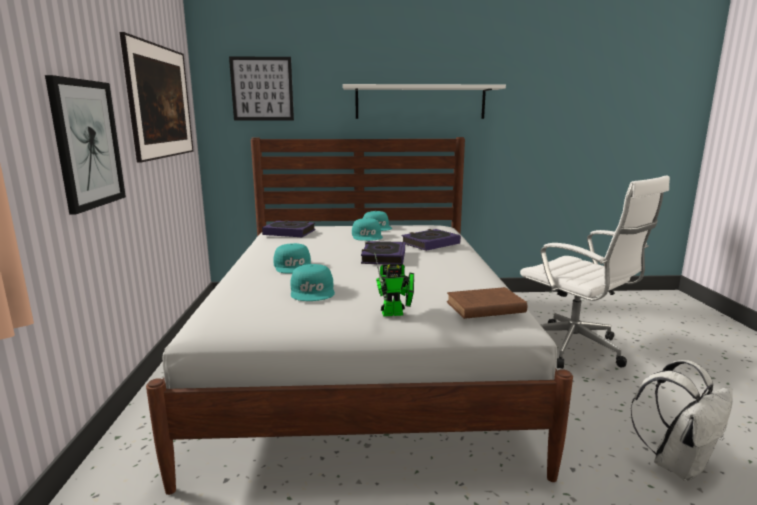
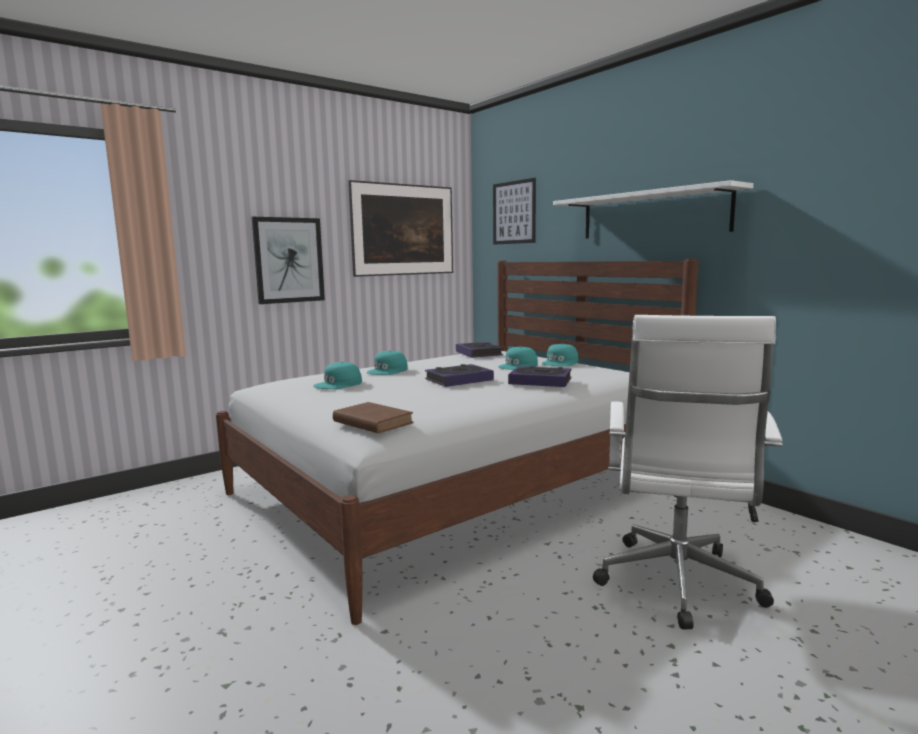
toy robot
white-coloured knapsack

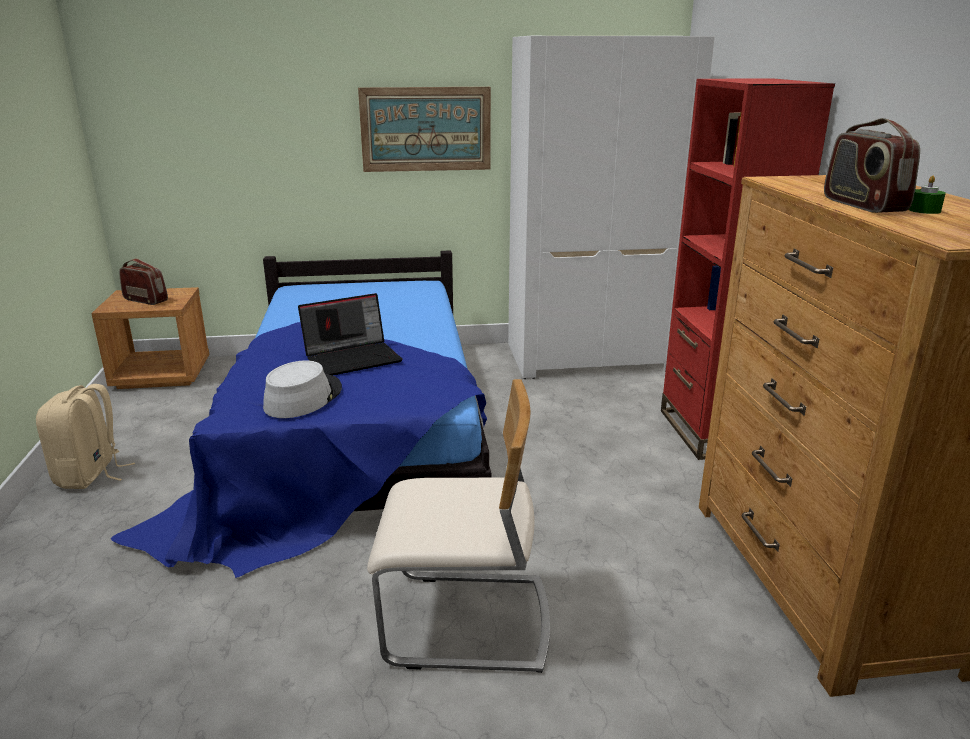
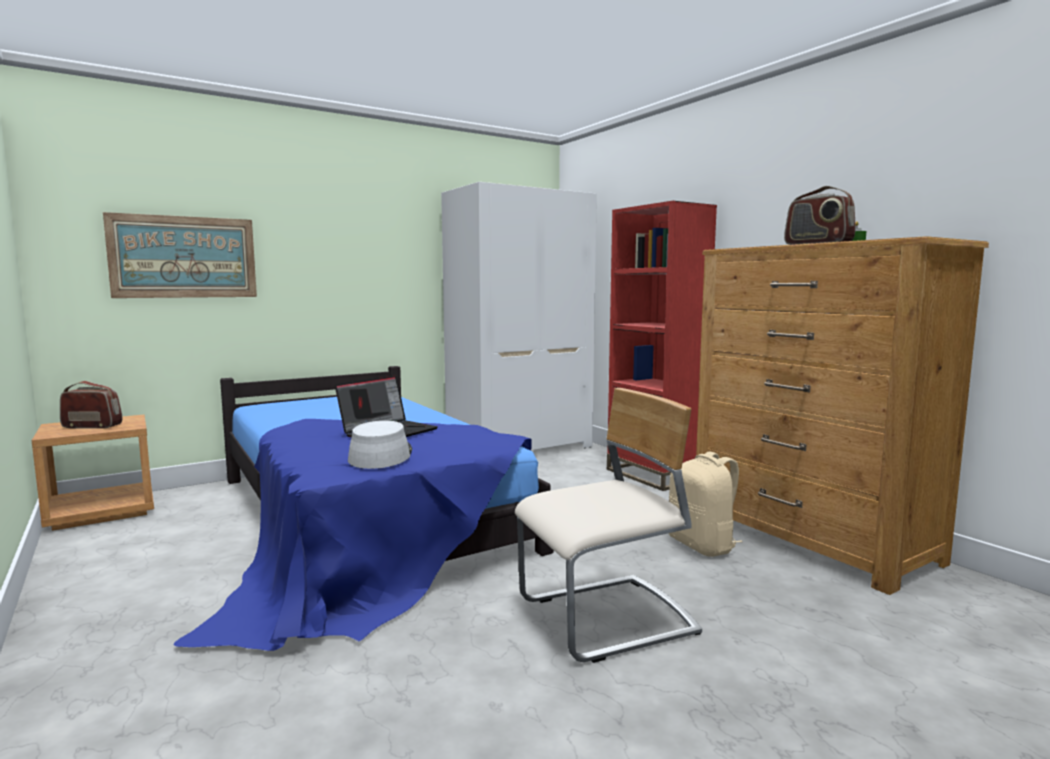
picture
beige-coloured knapsack

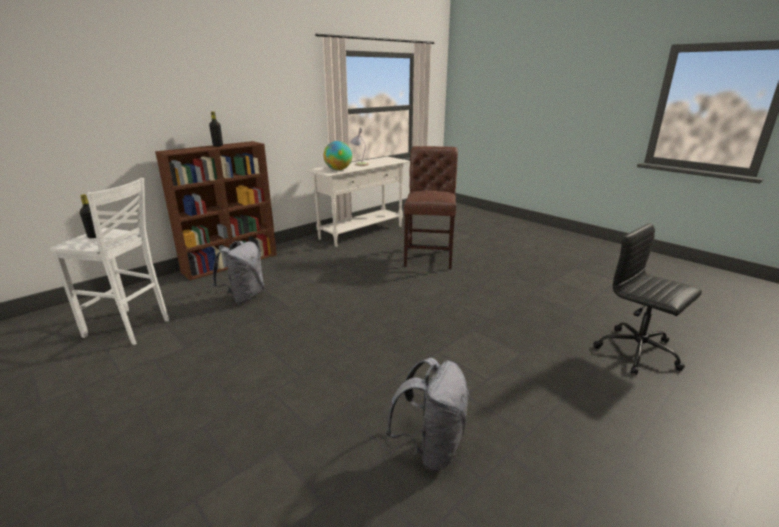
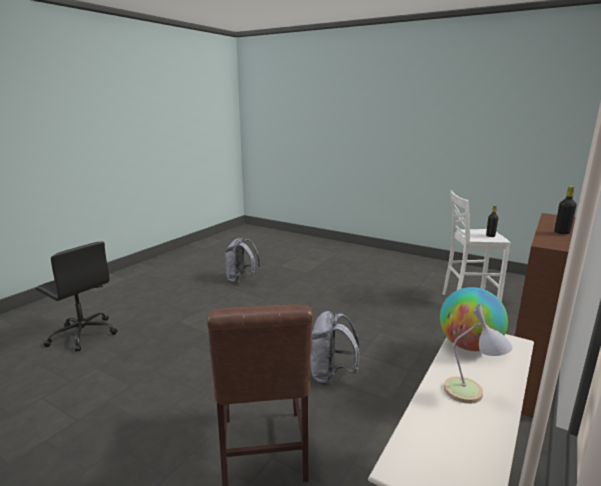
gray knapsack (no. 2 from left)

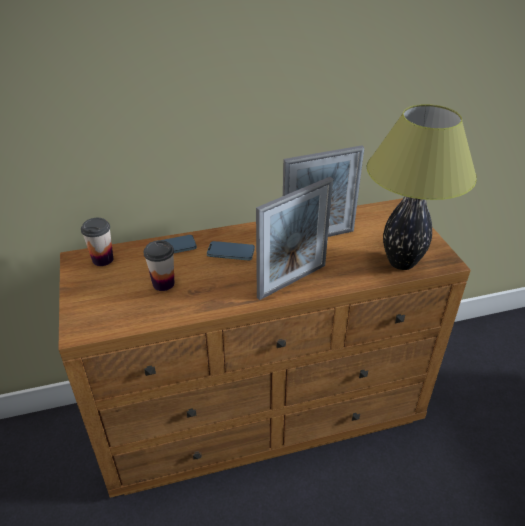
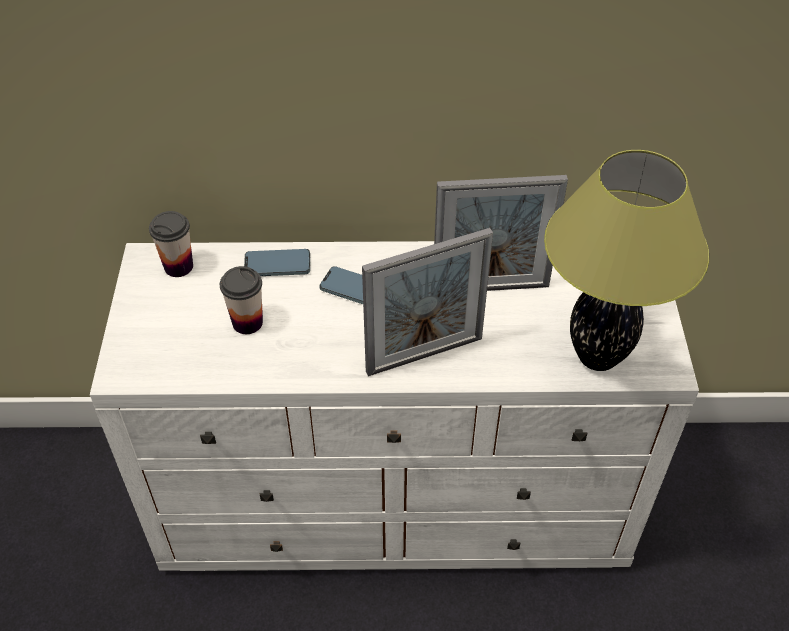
white-coloured chest of drawers

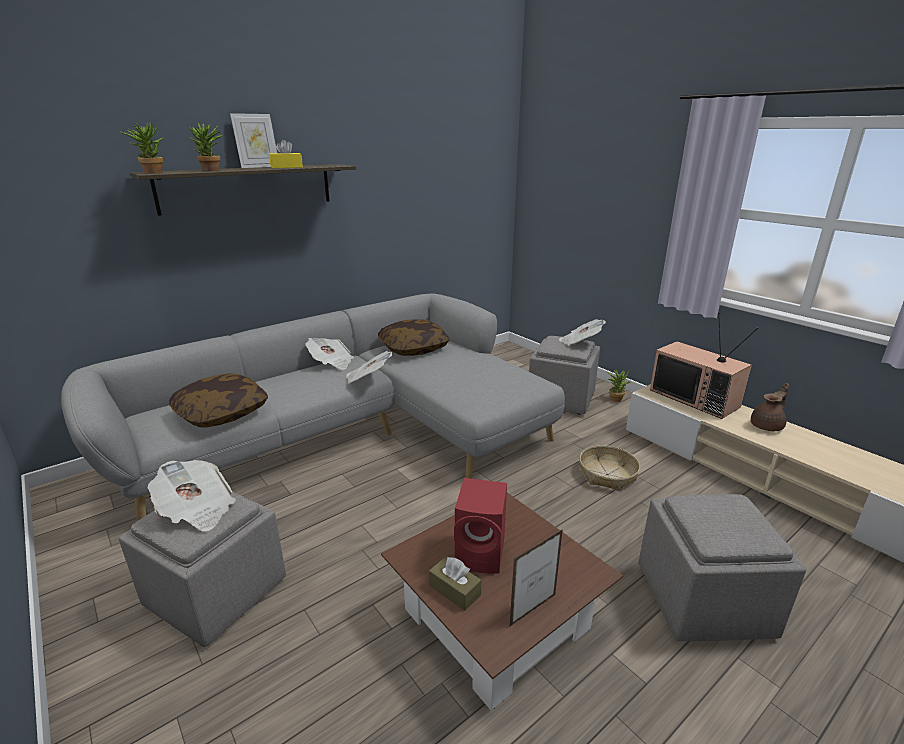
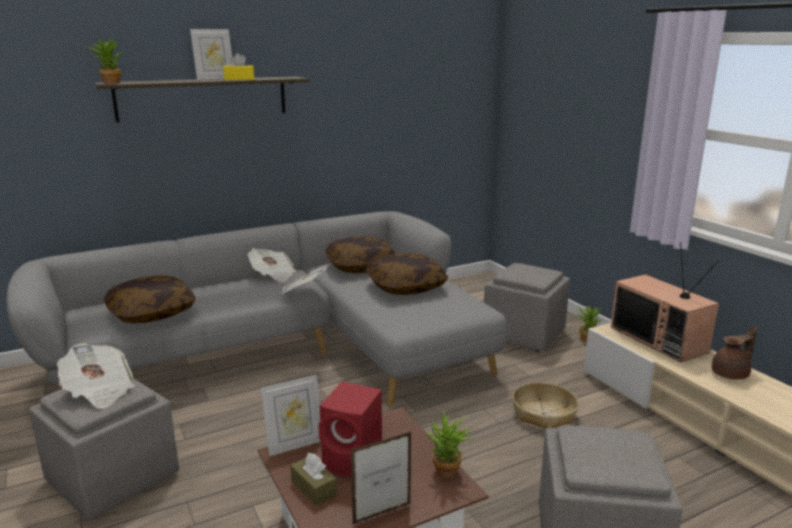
houseplant (no. 2 from left)
newspaper (no. 4 from left in the first image)
throw pillow (no. 3 from left)
photo frame (no. 2 from left)

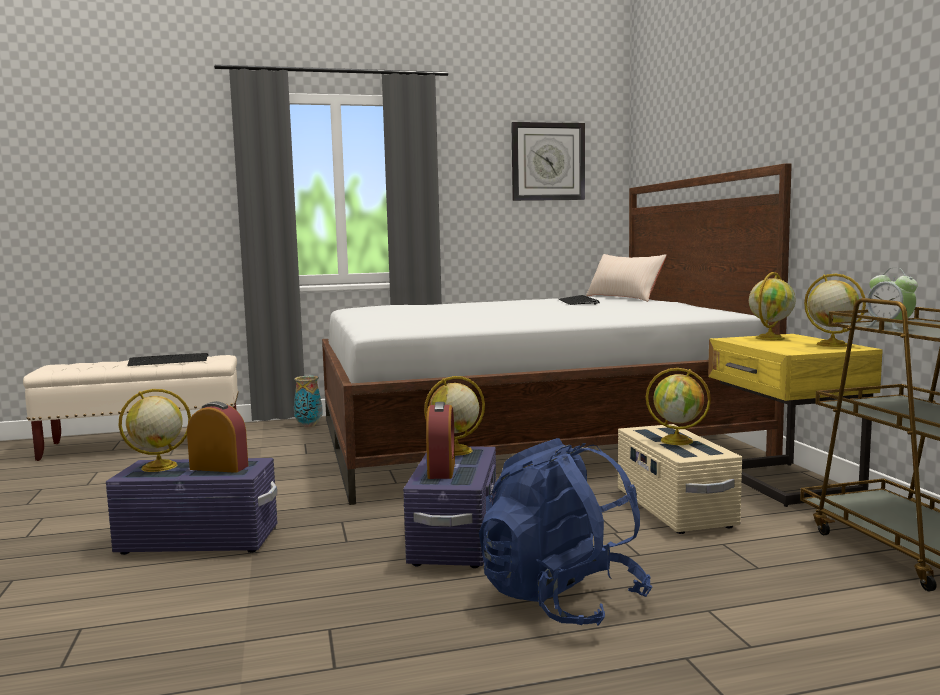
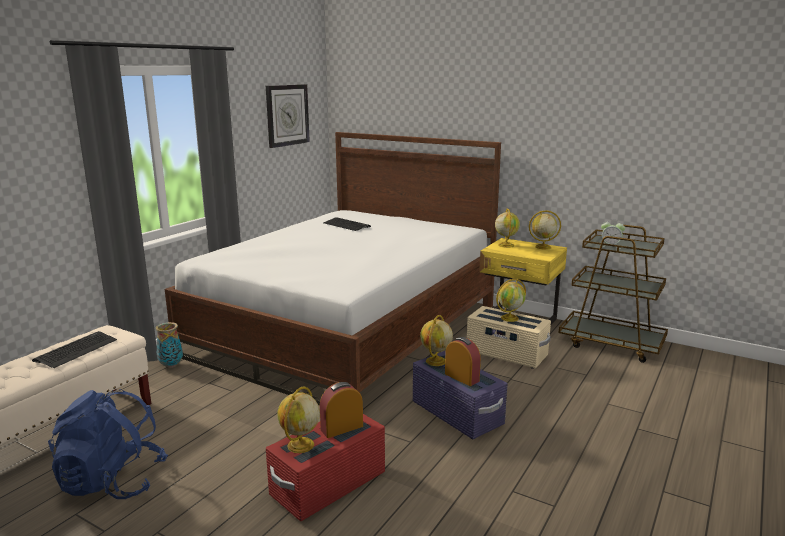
beige-coloured throw pillow
blue-coloured knapsack
red-coloured storage bin

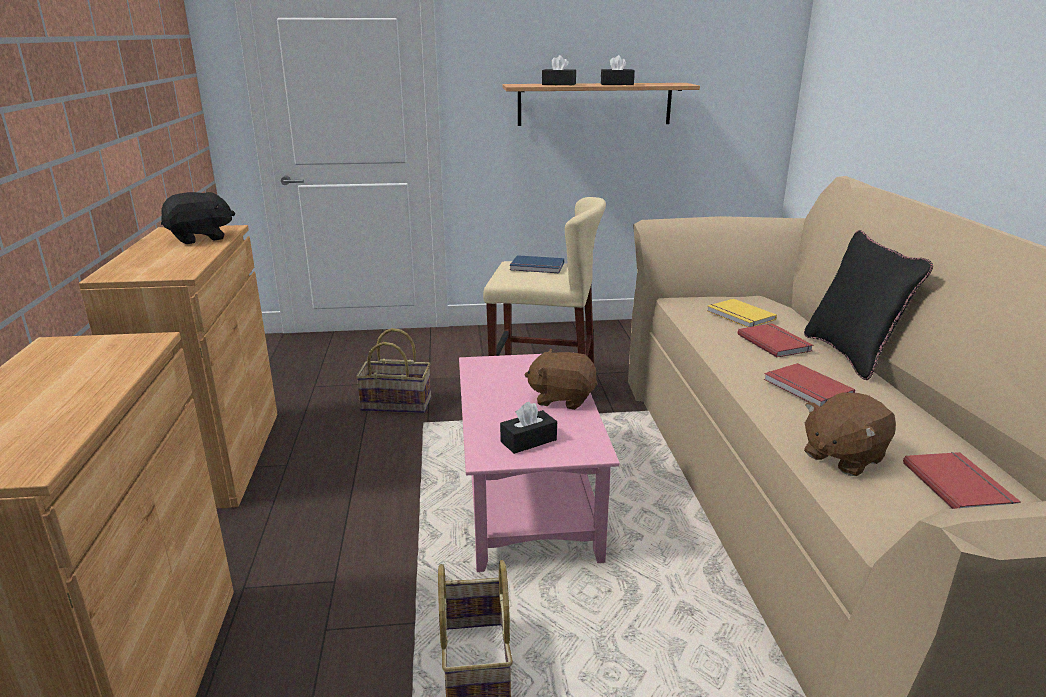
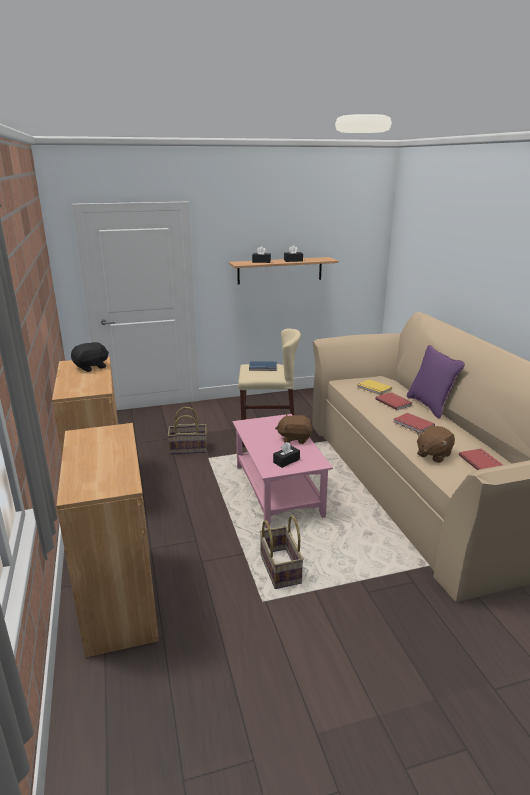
purplish throw pillow

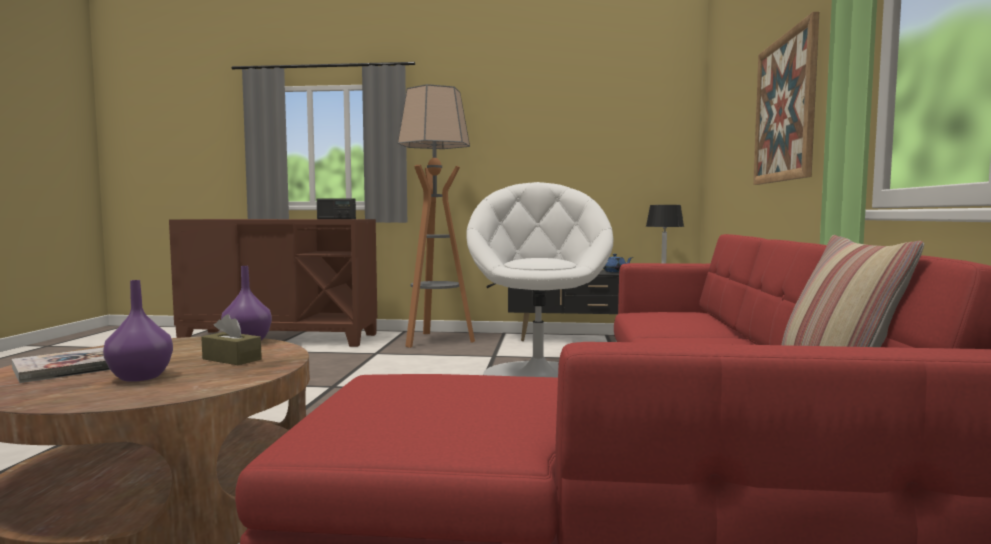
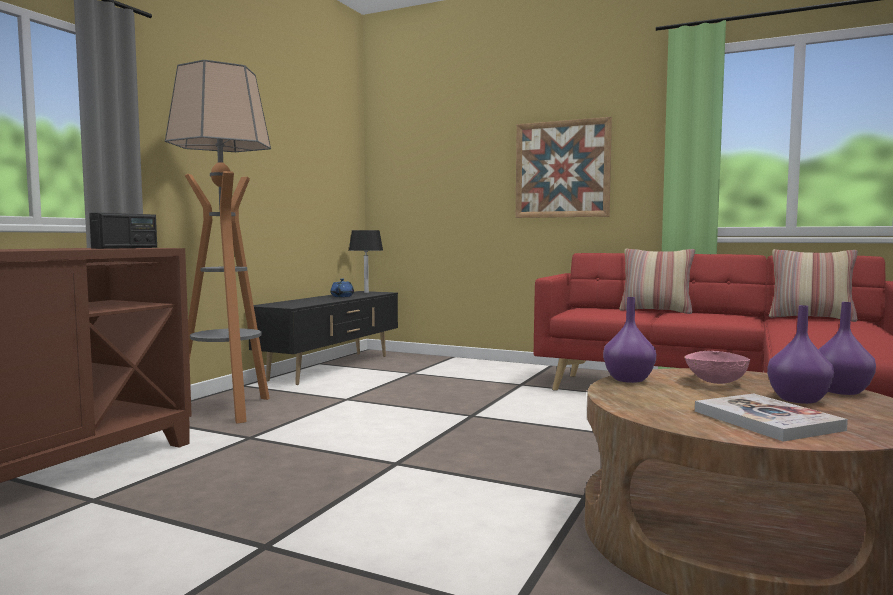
white-coloured easy chair
pink bowl
throw pillow (no. 1 from left)
purplish flower vase (no. 3 from left)

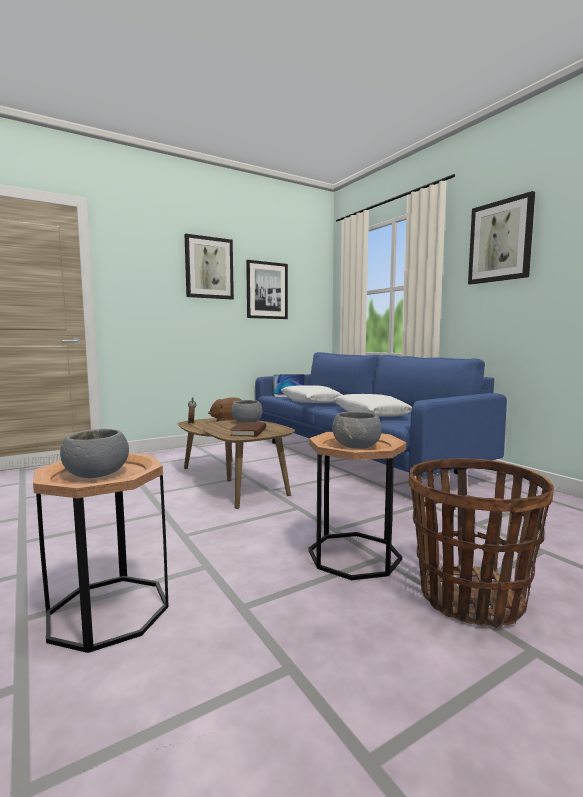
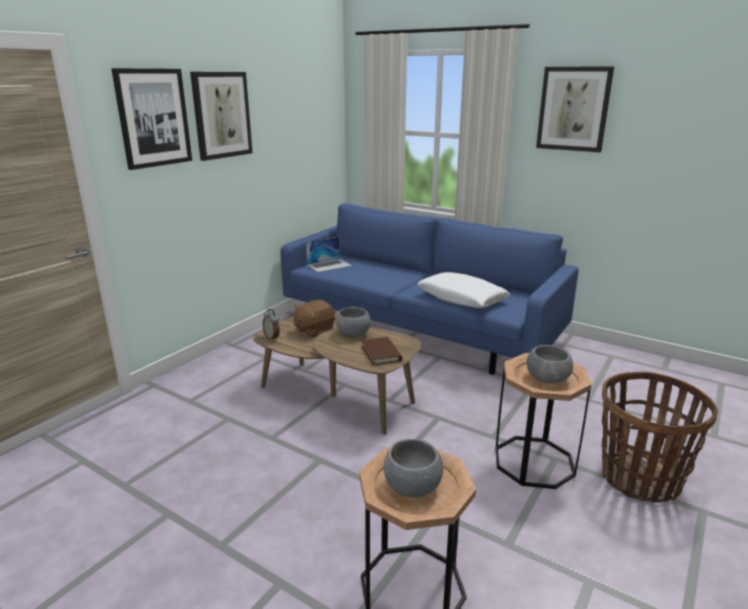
picture (no. 1 from left)
white-coloured throw pillow (no. 1 from left in the first image)

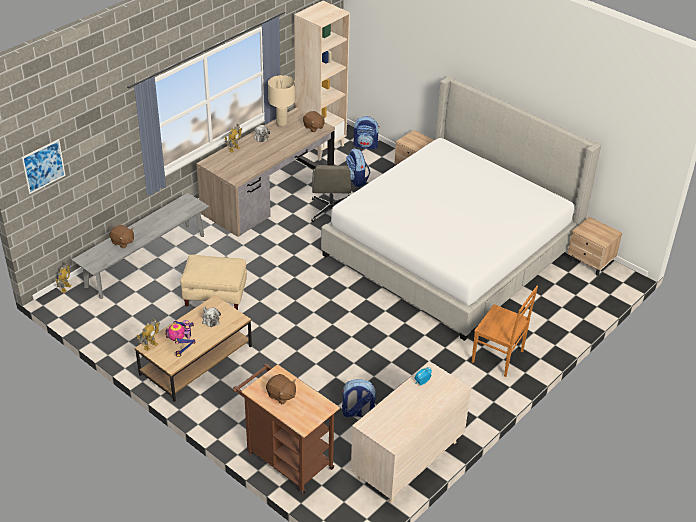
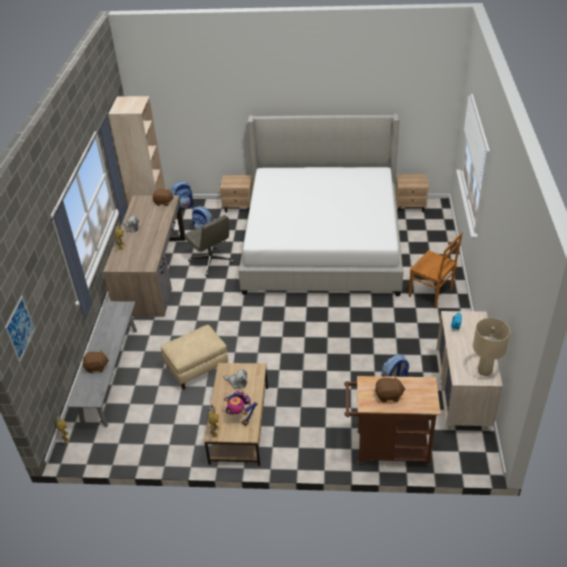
beige-coloured lamp for a table
brownish upright chair

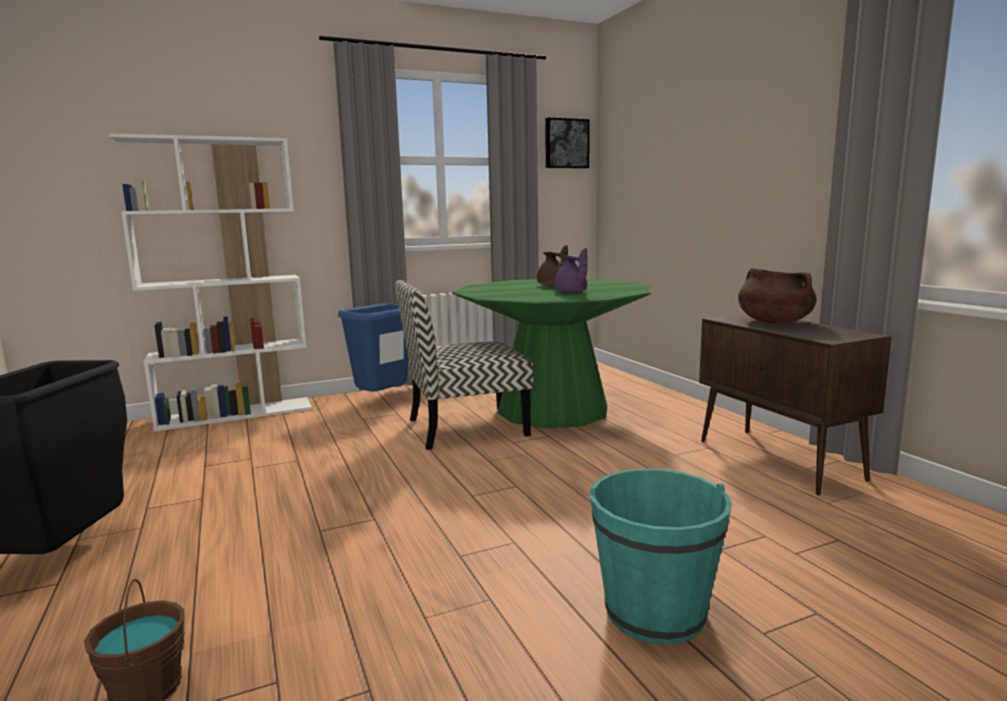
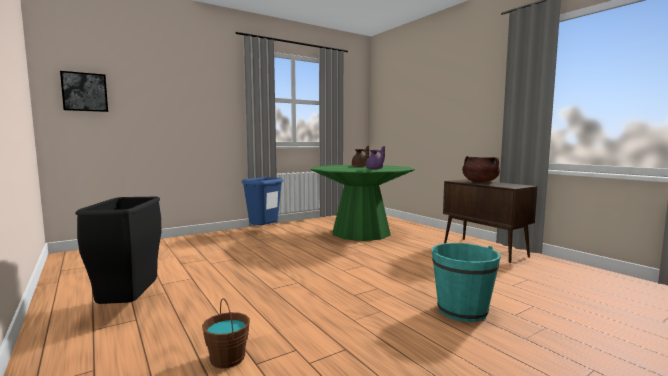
picture
white-coloured shelving unit
upright chair

